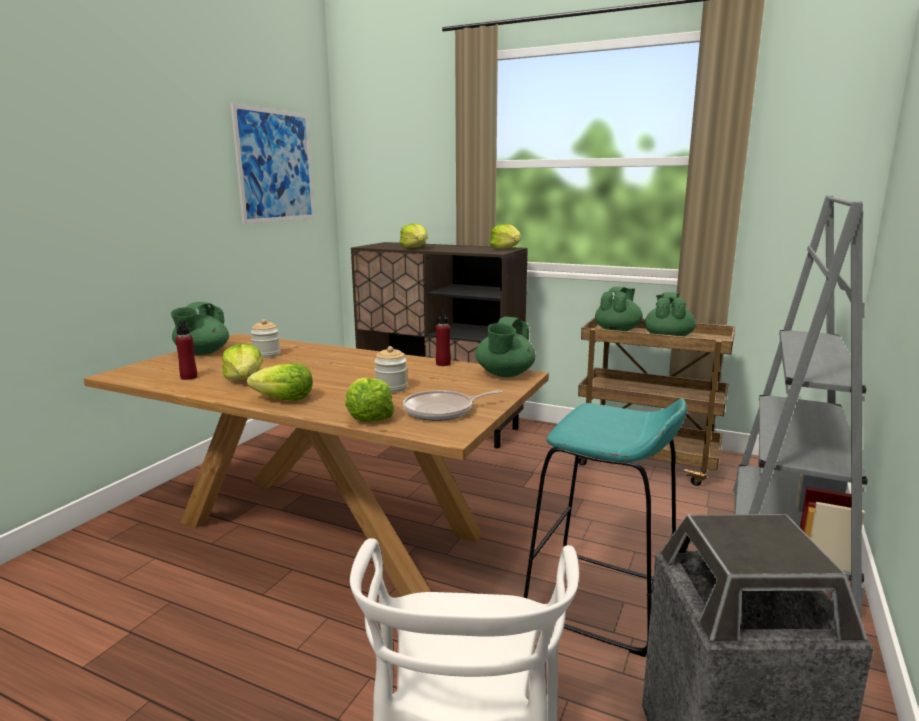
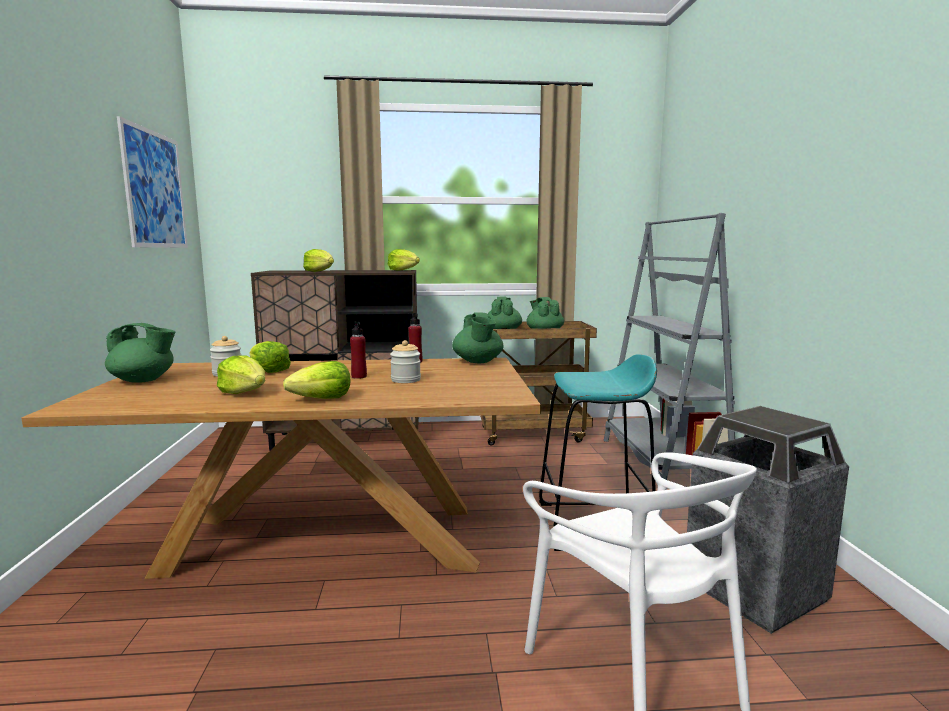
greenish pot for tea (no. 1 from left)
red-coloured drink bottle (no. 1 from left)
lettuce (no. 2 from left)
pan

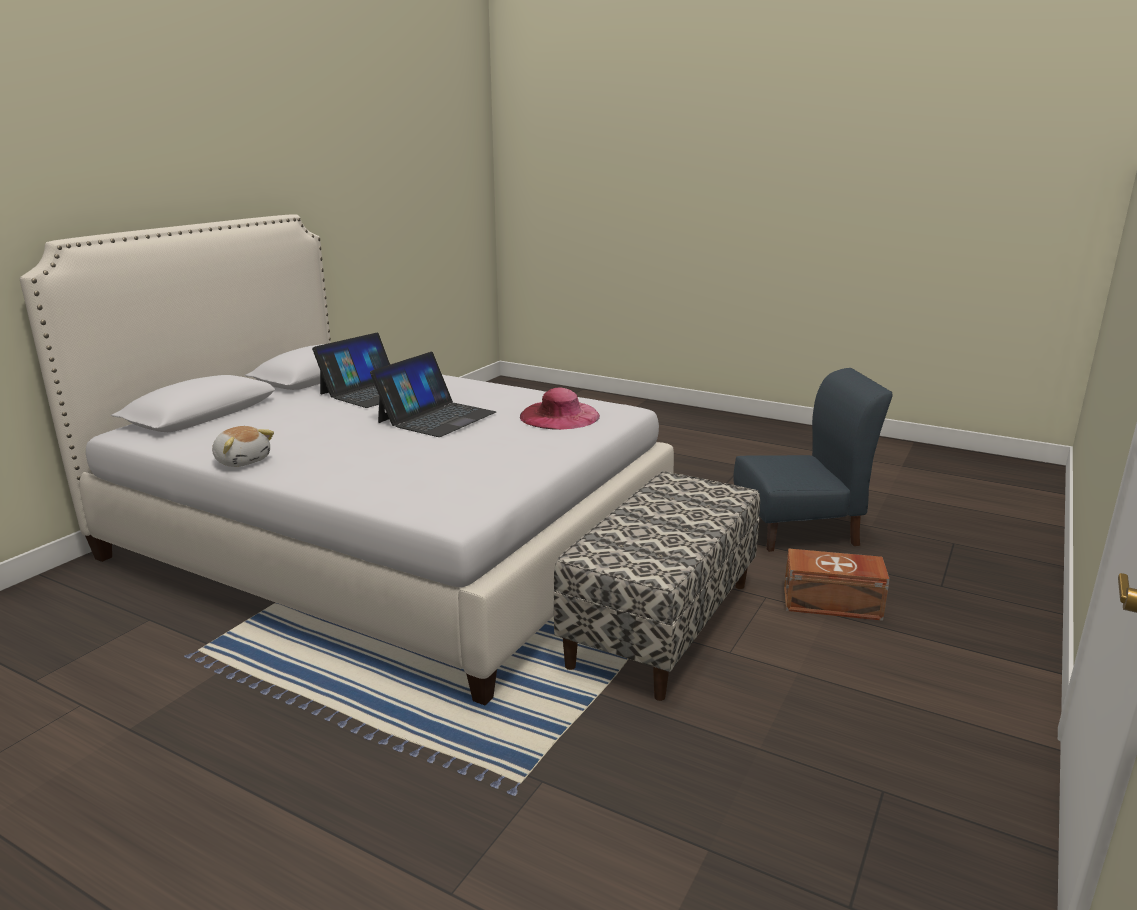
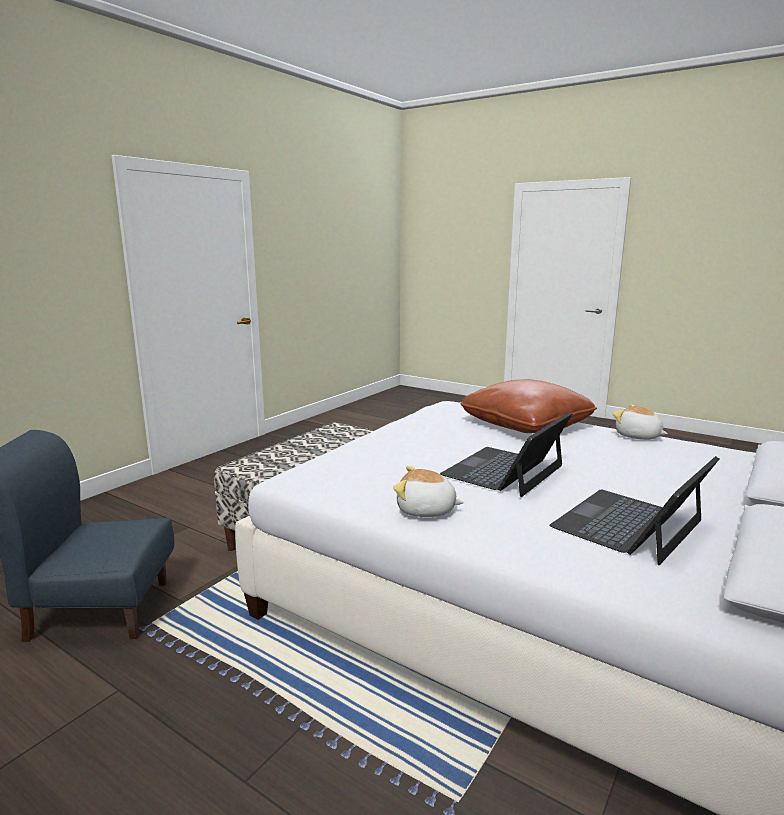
pink clothing hat
brownish storage bin
brownish throw pillow
cuddly toy (no. 1 from left)

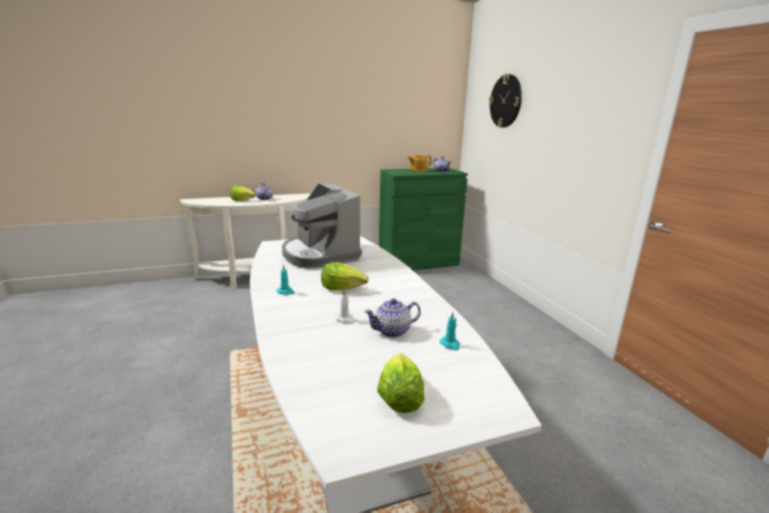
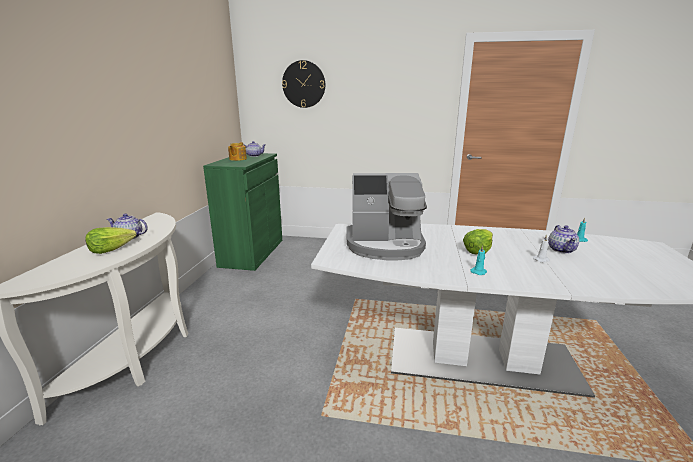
lettuce (no. 3 from left in the first image)

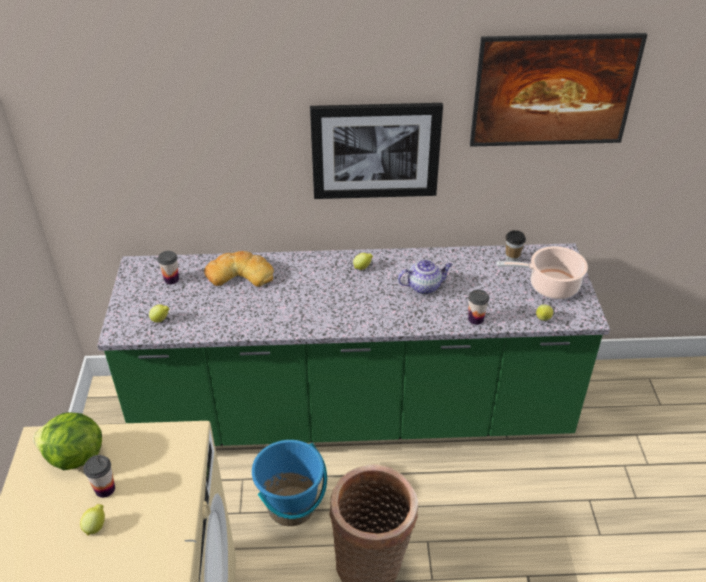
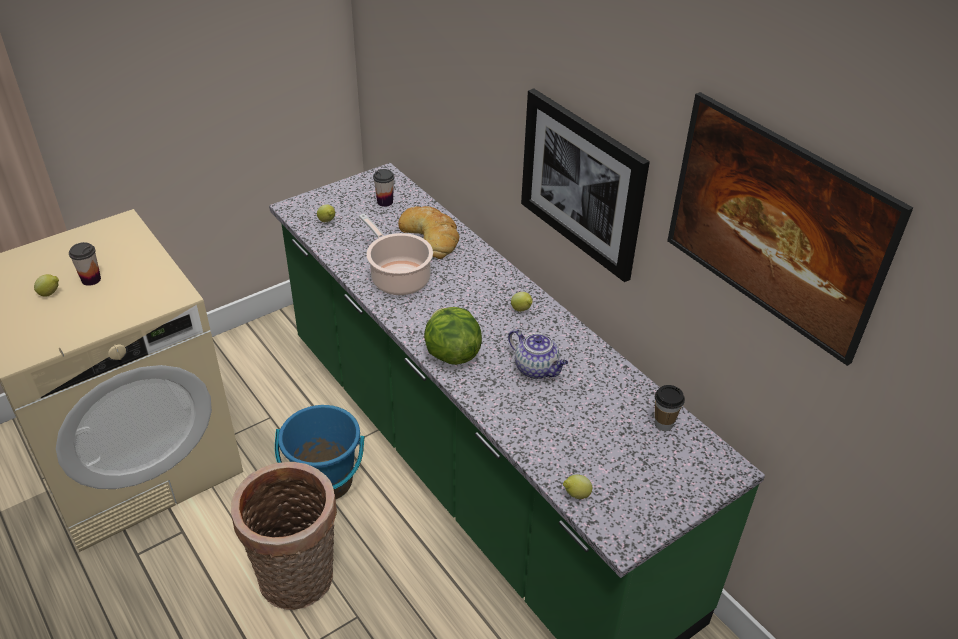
saucepot
drinking cup (no. 3 from left in the first image)
lettuce

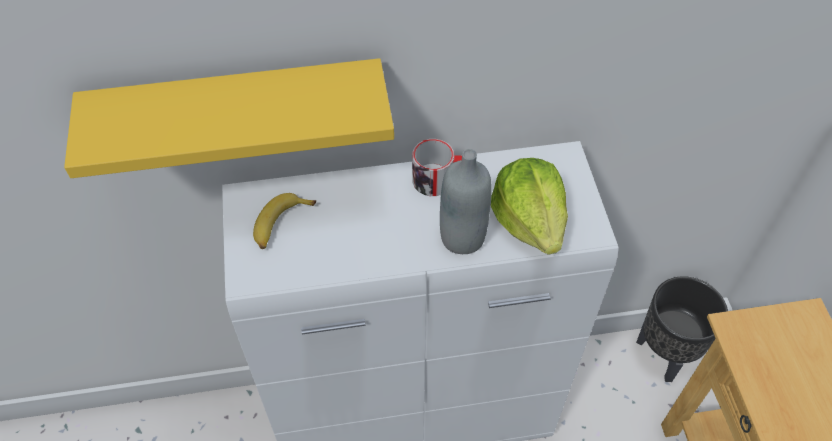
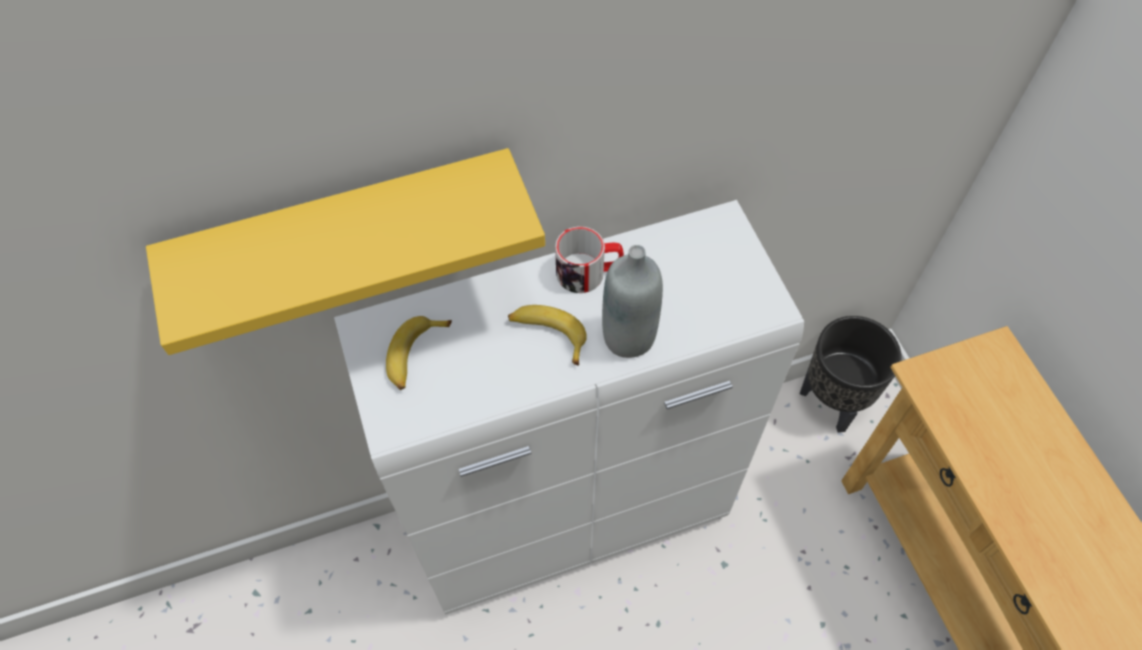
lettuce
banana fruit (no. 2 from left)

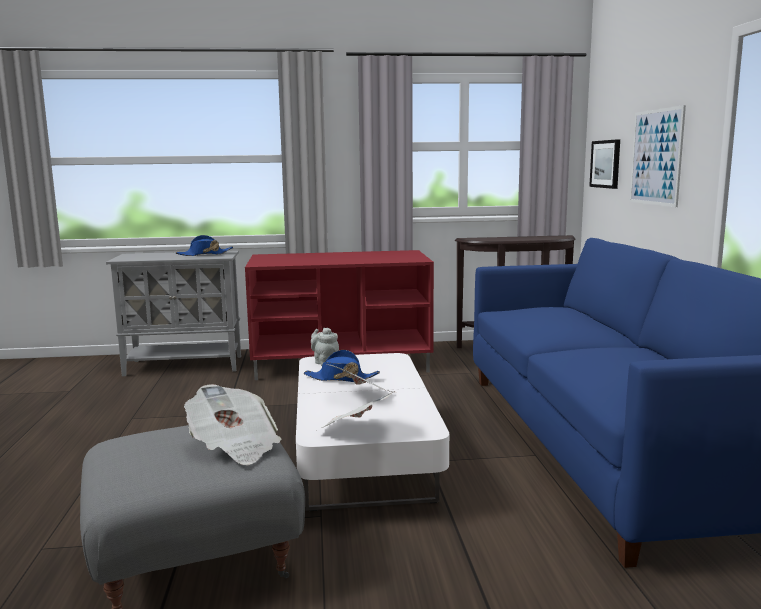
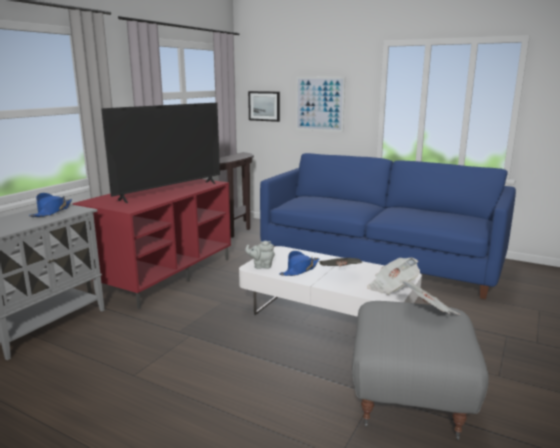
TV

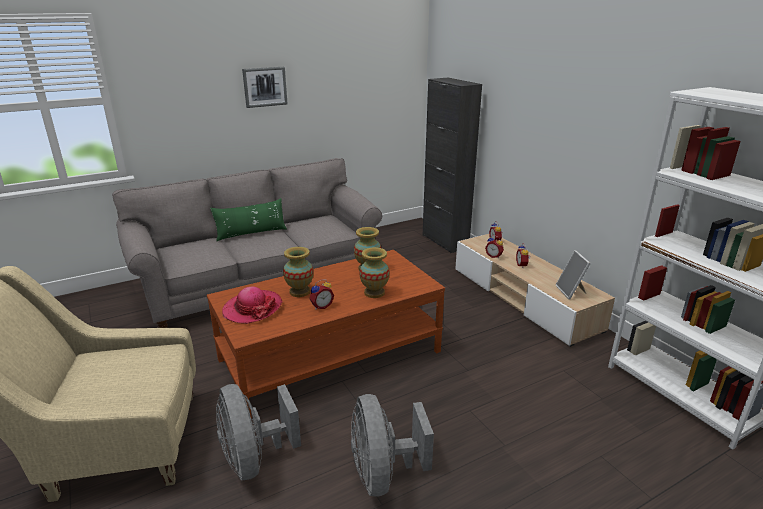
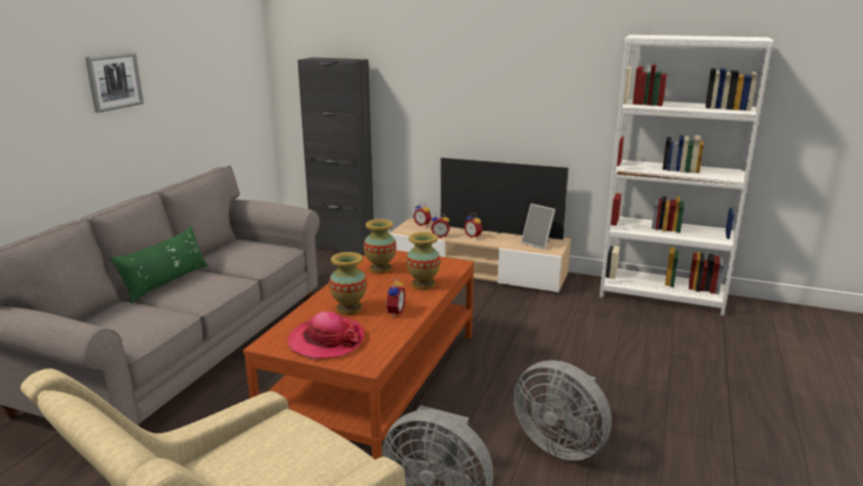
TV

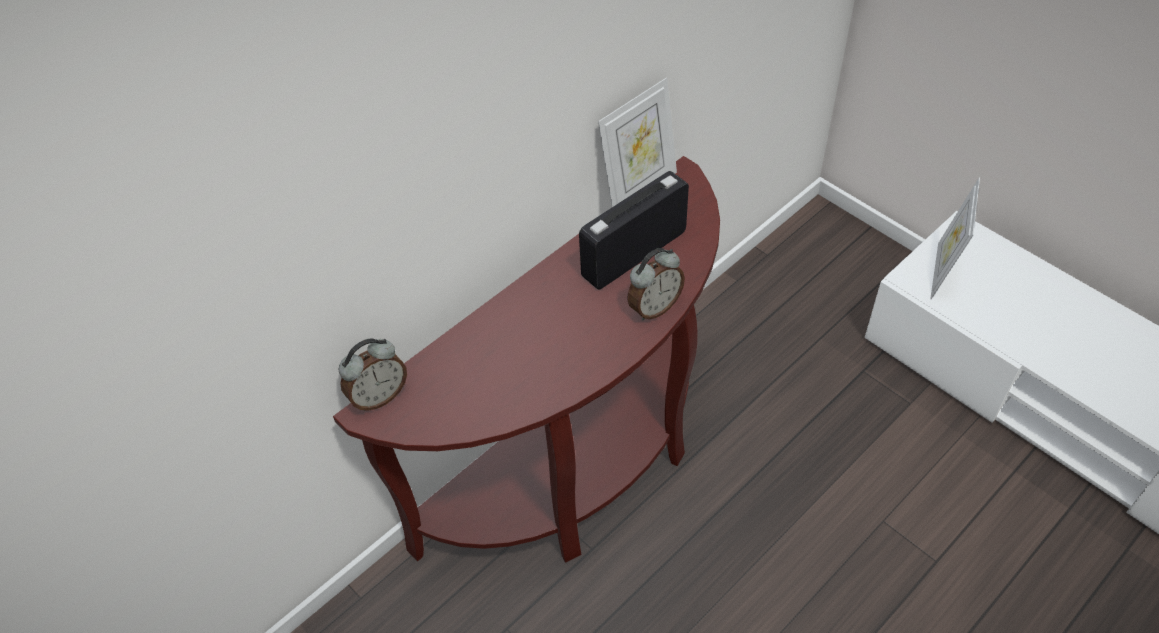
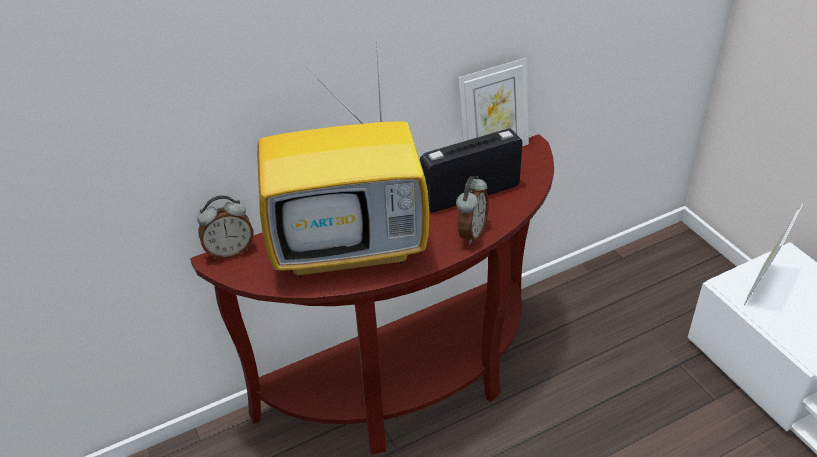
bedside clock (no. 2 from left)
TV

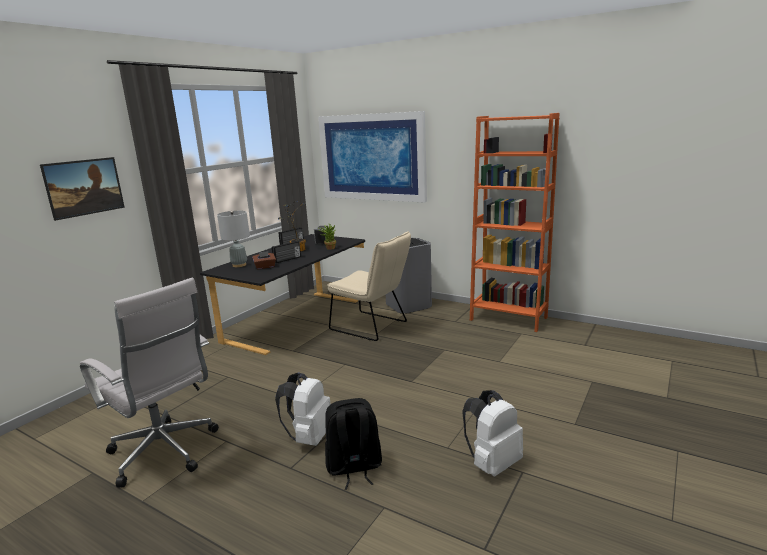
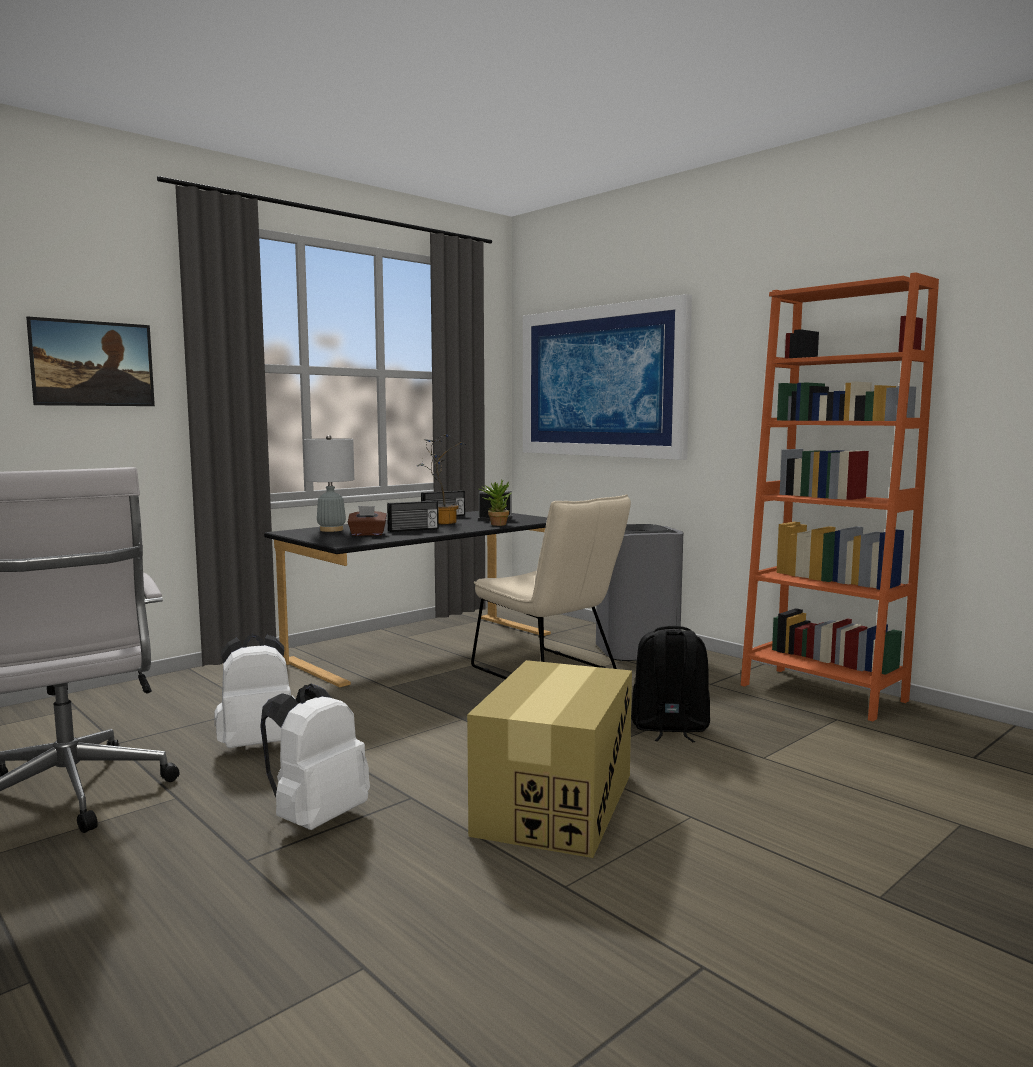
white-coloured knapsack (no. 1 from left)
black-coloured knapsack
cardboard box

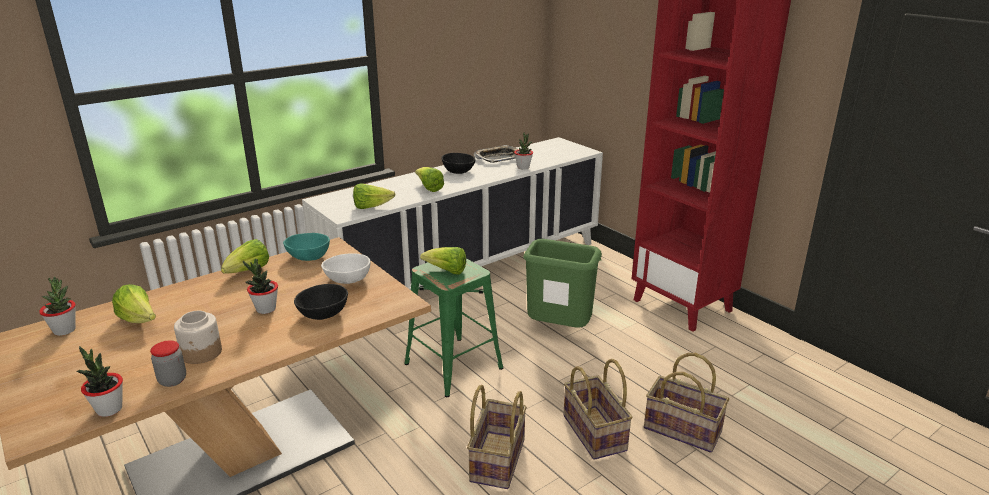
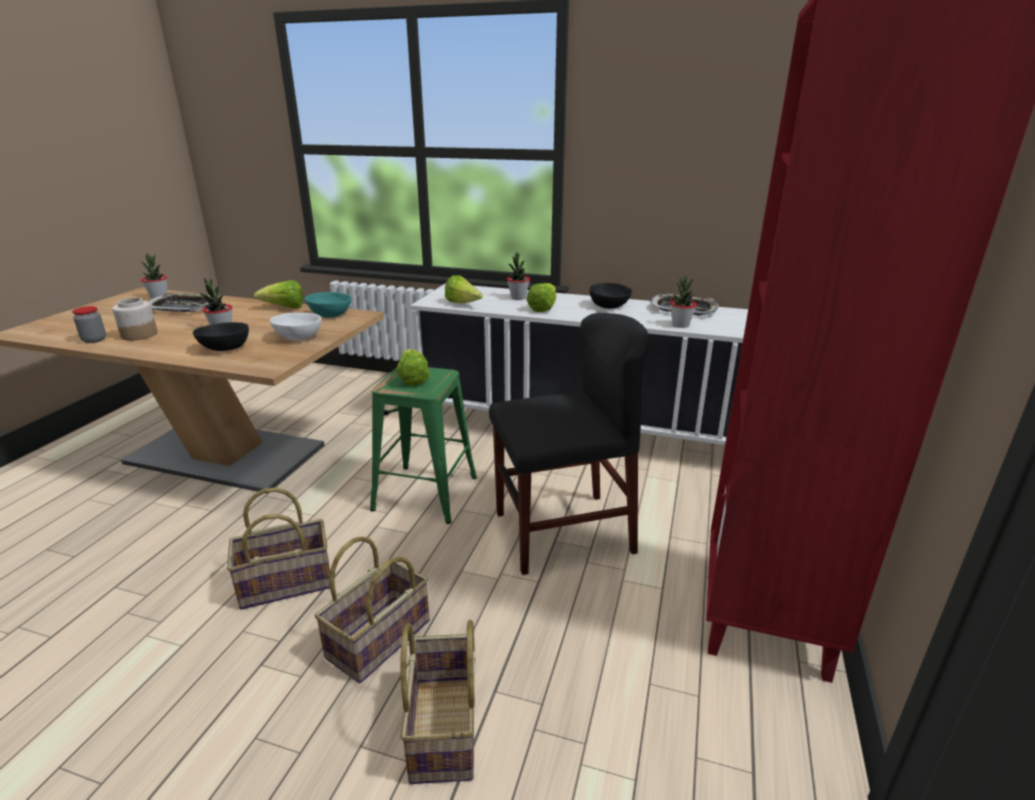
black-coloured upright chair
serving tray (no. 1 from left)
houseplant (no. 3 from left)

